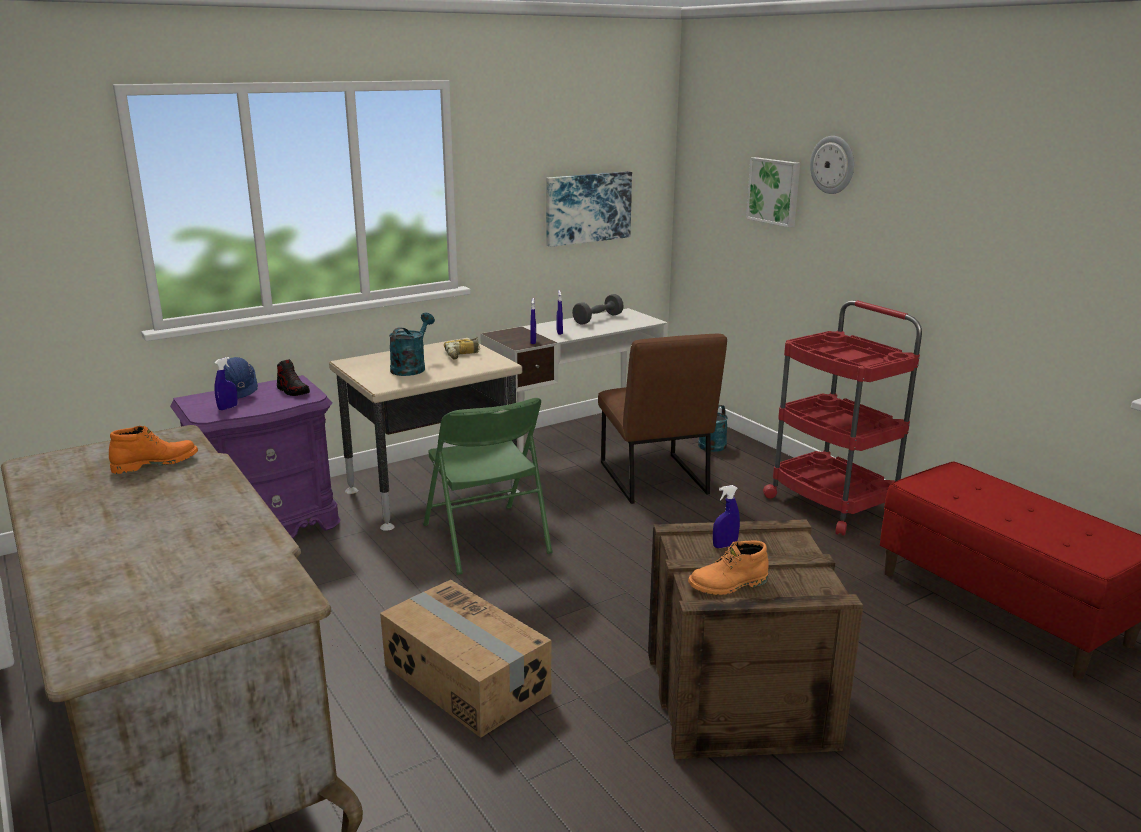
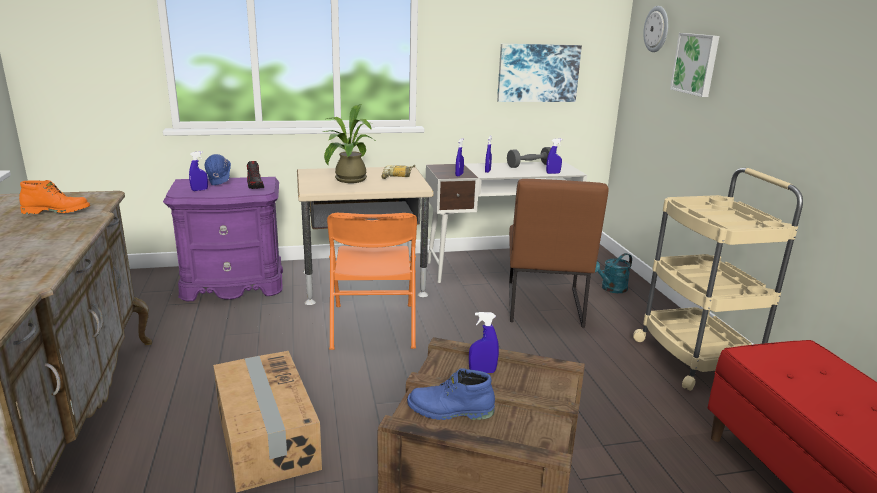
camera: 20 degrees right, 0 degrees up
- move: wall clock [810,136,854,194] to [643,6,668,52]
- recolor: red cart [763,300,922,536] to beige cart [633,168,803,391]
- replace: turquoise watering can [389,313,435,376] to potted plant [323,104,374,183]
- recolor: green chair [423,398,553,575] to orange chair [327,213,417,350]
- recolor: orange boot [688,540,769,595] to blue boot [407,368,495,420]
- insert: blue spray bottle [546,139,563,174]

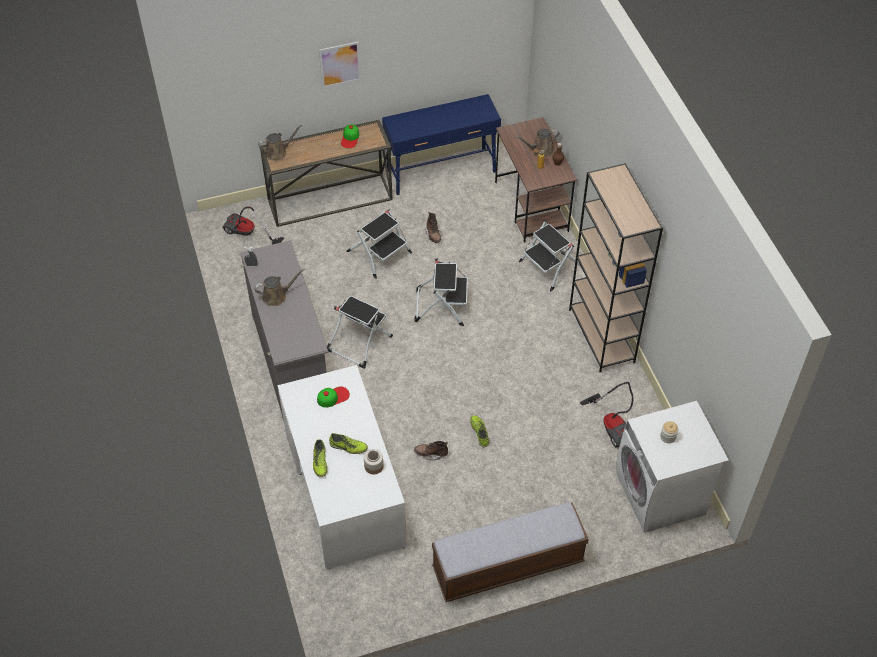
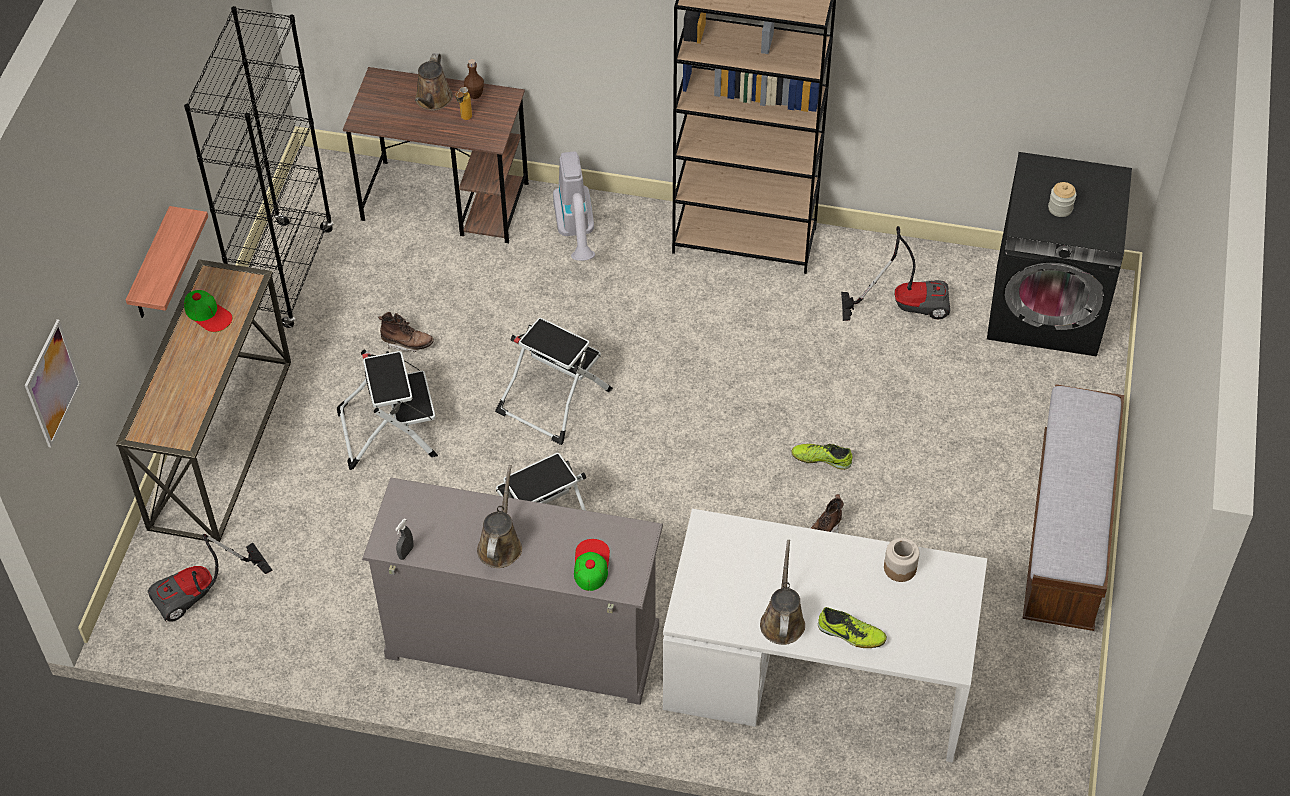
camera: 60 degrees left, 0 degrees up
- move: picture [319,41,361,88] to [25,319,82,447]
- replace: blue console table [382,94,501,195] to black bookcase [184,6,334,328]
- move: brown watering can [258,125,302,161] to [760,540,805,645]
- replace: step ladder [519,221,580,291] to vacuum cleaner [553,151,595,261]
- move: cap [317,386,350,407] to [574,539,610,591]
- recolor: white washing machine [616,401,729,533] to black washing machine [987,152,1132,356]
- delete: shoe [329,433,368,454]
- insert: shelf [126,206,208,318]

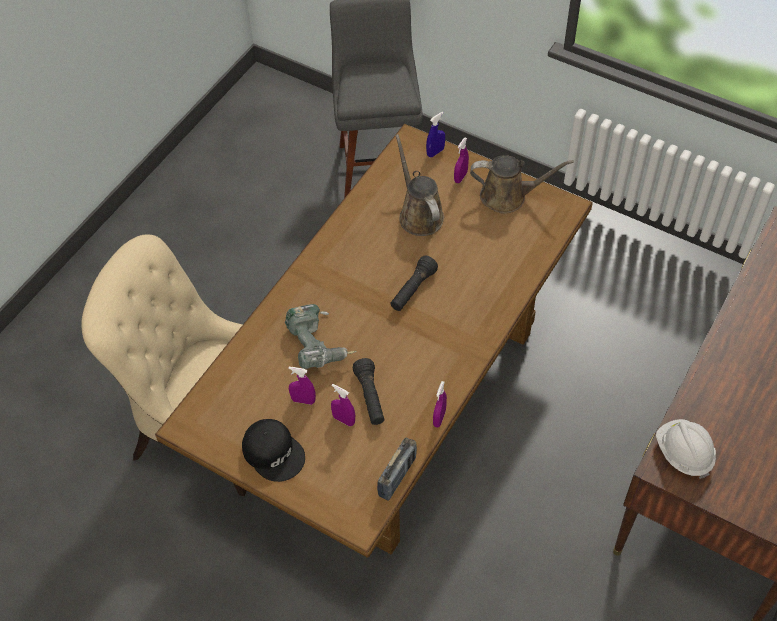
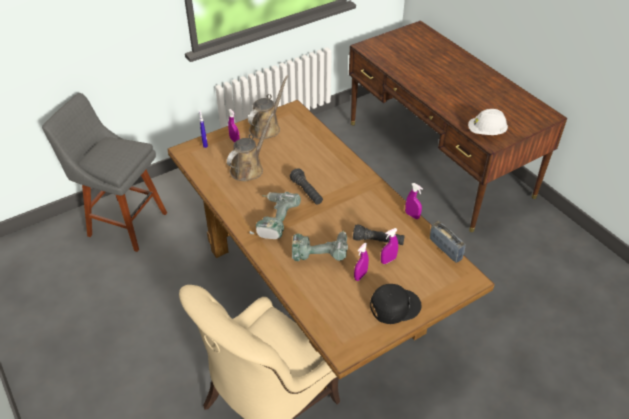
camera: 65 degrees left, 10 degrees down
- rotate: brown watering can [395,134,444,236] = [227,113,274,182] 120 degrees clockwise
- insert: power drill [250,192,301,239]

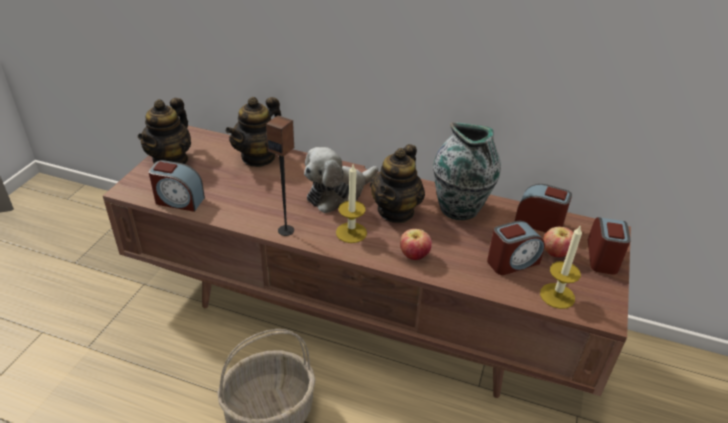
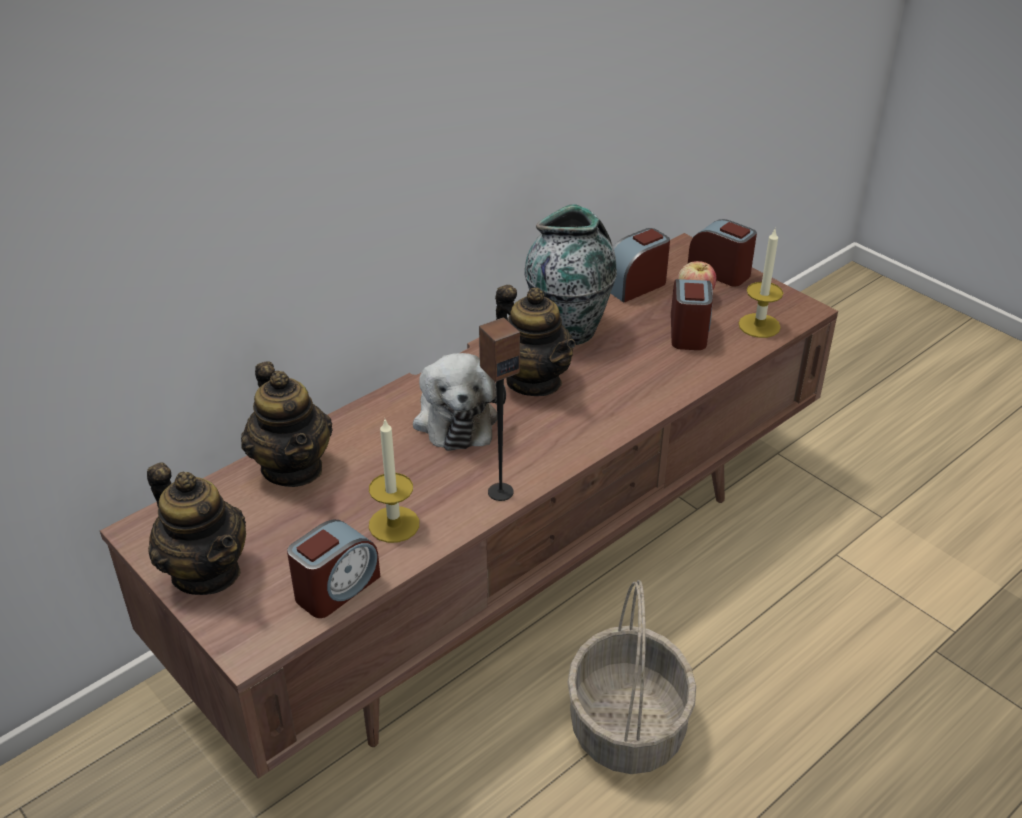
camera: 60 degrees left, 0 degrees up
- move: candle [336,165,367,243] to [369,420,419,543]
- delete: apple [400,229,432,260]

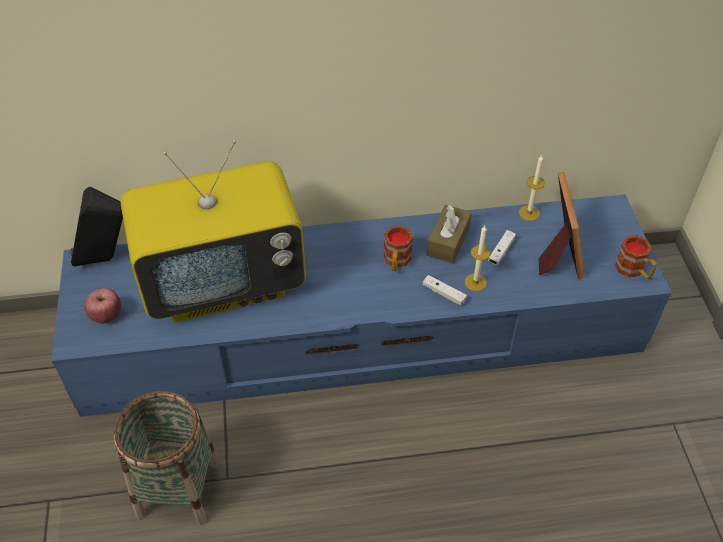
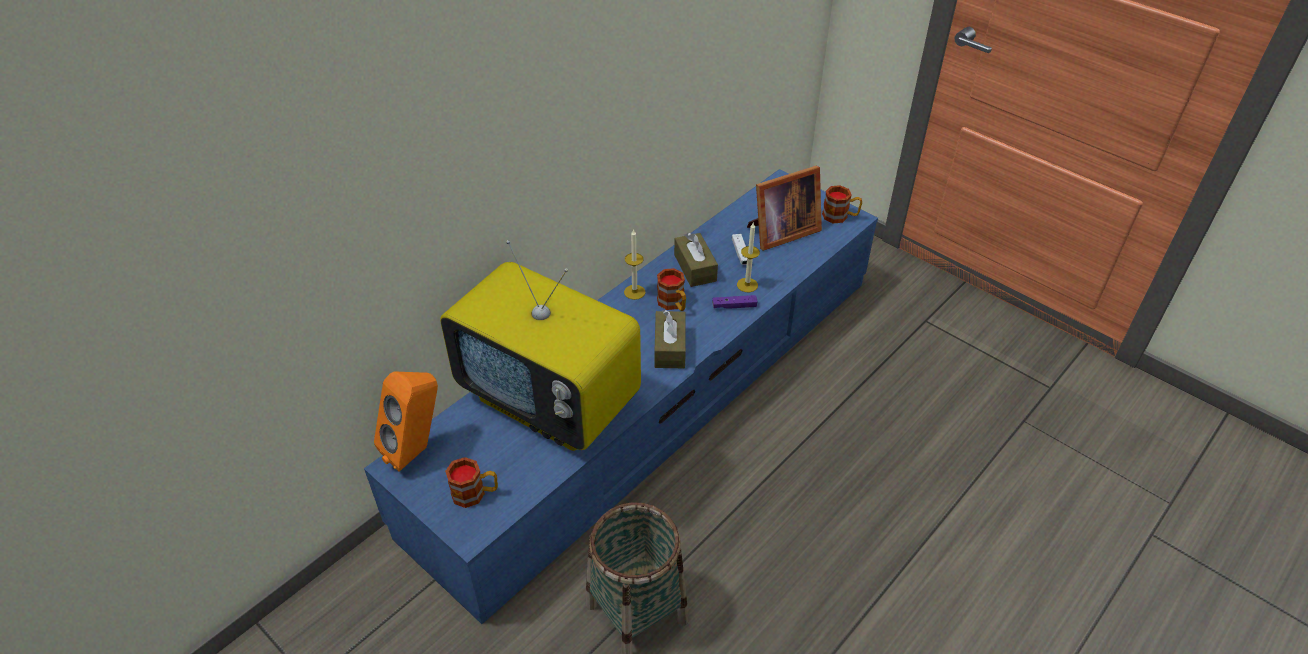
camera: 40 degrees left, 5 degrees down
- rotate: television [121,140,306,322] = [440,240,641,451] 90 degrees clockwise
- move: candle [519,155,545,221] to [624,229,646,300]
- rotate: picture frame [539,172,585,279] = [747,165,822,251] 105 degrees clockwise
- recolor: black speaker [71,187,123,266] to orange speaker [374,371,438,472]
- recolor: white game controller [423,275,467,306] to purple game controller [712,295,758,309]
- replace: apple [84,288,121,324] to mug [445,457,498,508]
- insert: brown tissue box [655,310,686,368]

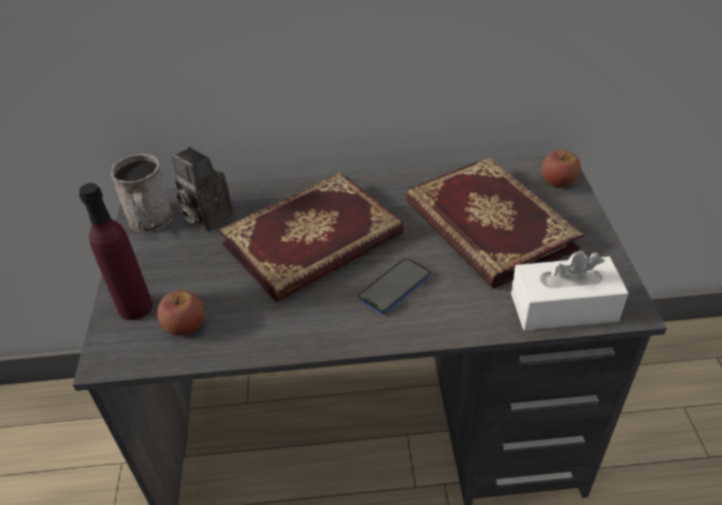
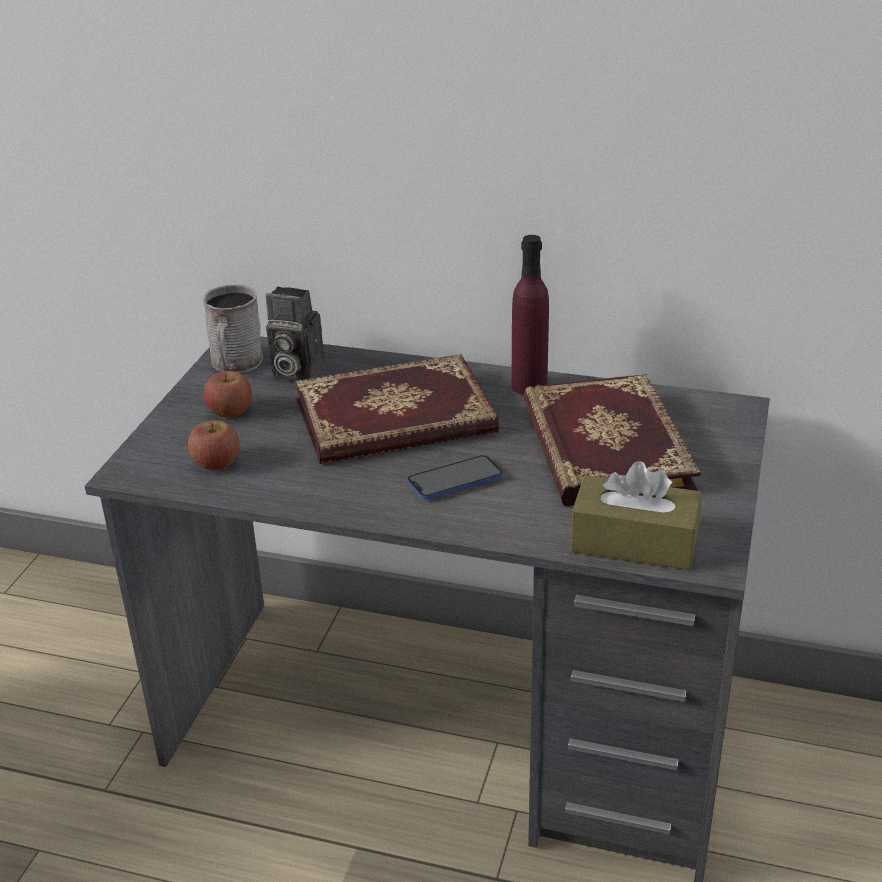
camera: 20 degrees right, 10 degrees down
- rotate: photo camera [171,147,234,232] = [266,287,325,381] 45 degrees counterclockwise
- move: apple [541,150,581,188] to [204,371,252,418]
- move: purple bottle [79,183,153,320] to [512,235,549,395]
- recolor: white tissue box [511,250,628,331] to brown tissue box [571,461,702,570]

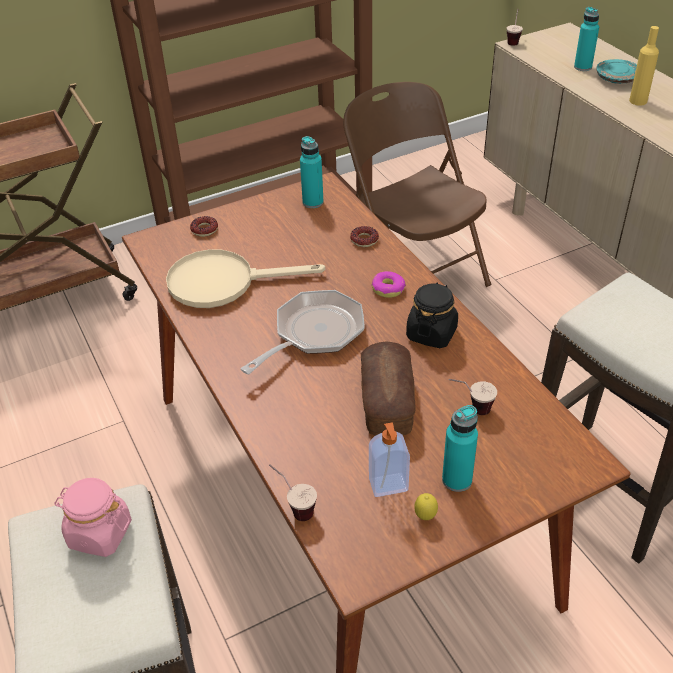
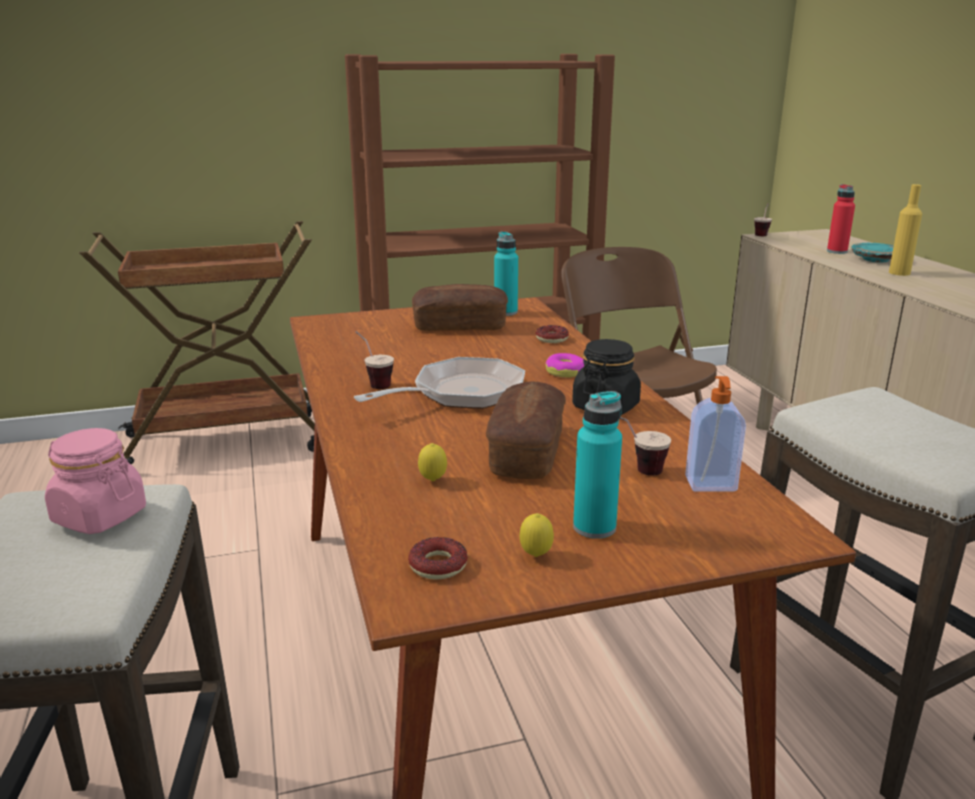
camera: 10 degrees right, 20 degrees down
- recolor: turquoise bottle [574,7,599,71] to red bottle [827,184,855,254]
- move: donut [190,216,218,237] to [408,537,468,580]
- delete: beige frying pan [166,249,325,308]
- move: soap dispenser [369,422,410,497] to [685,376,746,491]
- move: cup [269,465,317,521] to [356,331,394,389]
- insert: bread [412,284,508,331]
- insert: lemon [418,443,447,481]

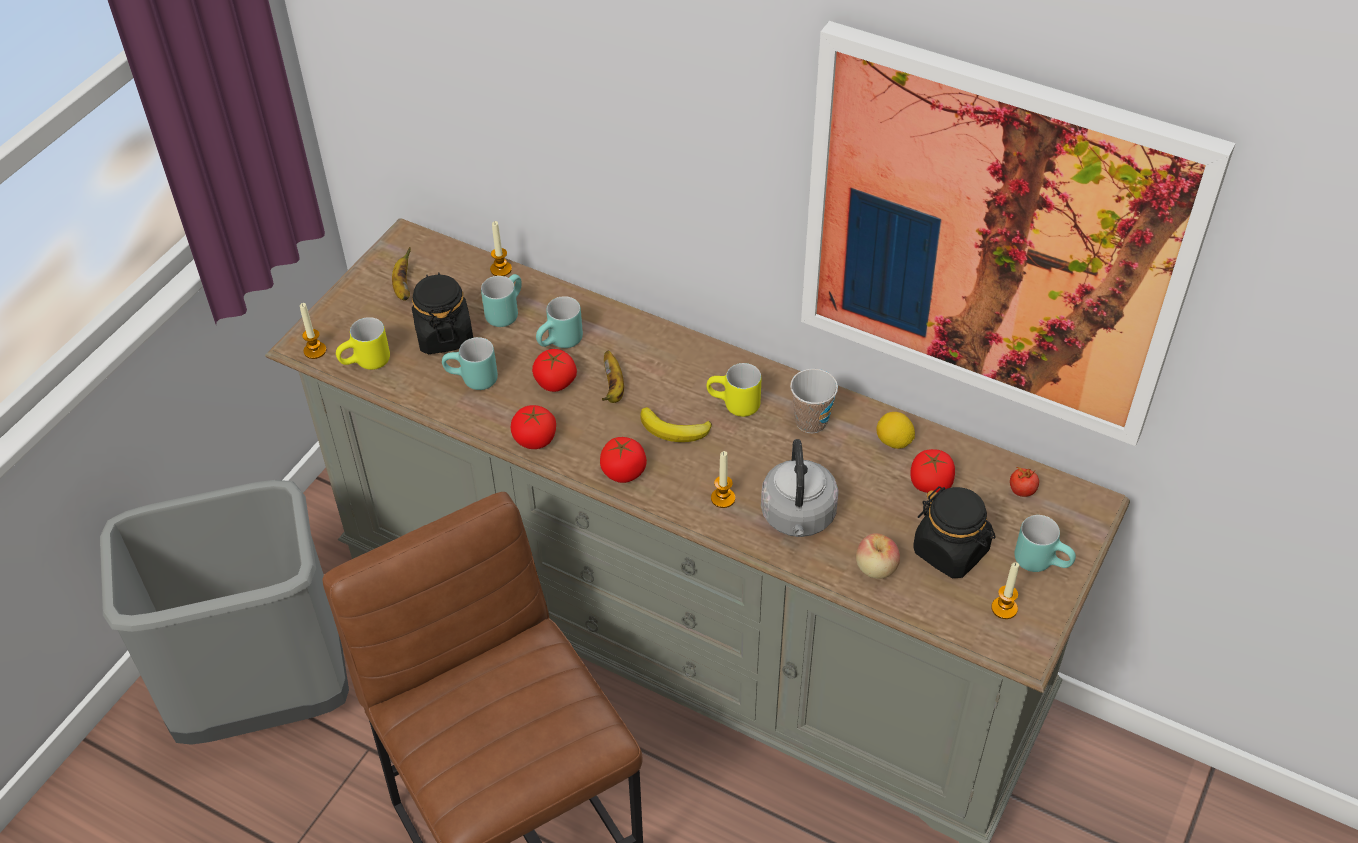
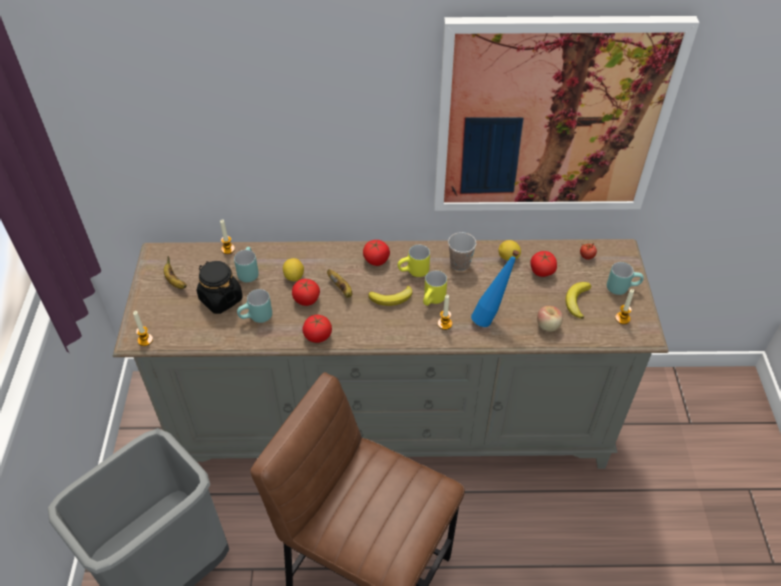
camera: 30 degrees left, 0 degrees up
- replace: turquoise mug [536,296,583,348] to lemon [283,258,304,281]
- move: yellow mug [336,317,390,370] to [423,271,447,306]
- move: tomato [600,437,647,483] to [363,240,390,266]
- replace: grey kettle [761,439,839,537] to blue bottle [471,250,519,327]
- replace: black jar [913,486,996,578] to banana [565,282,591,319]

